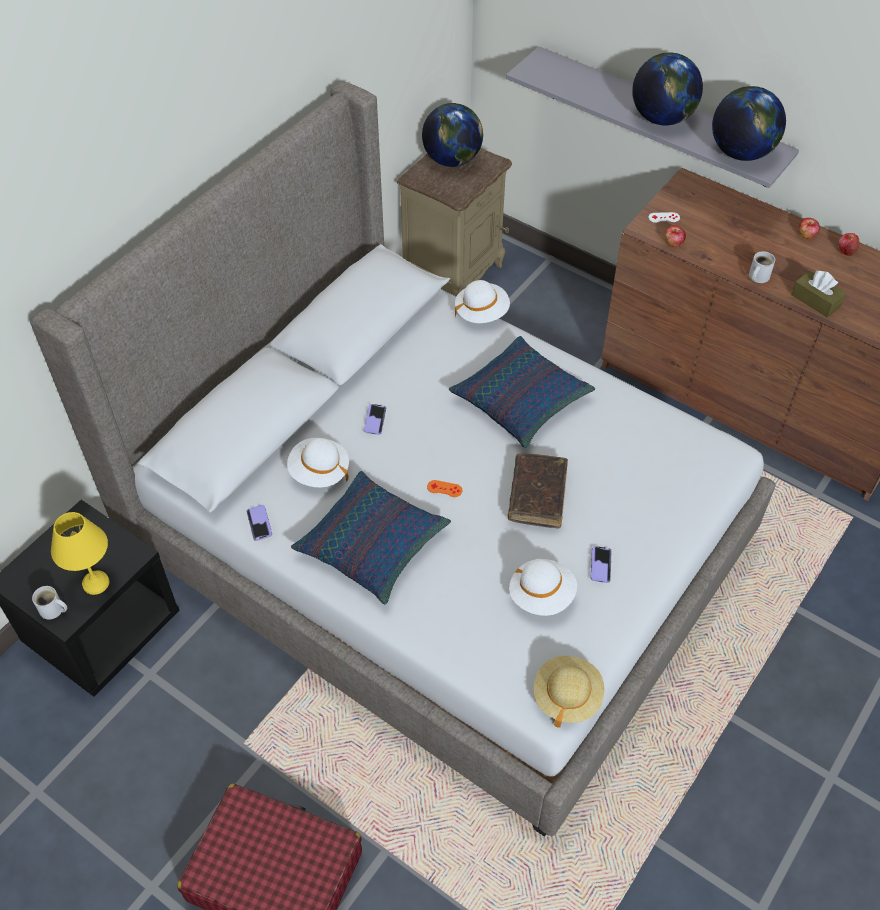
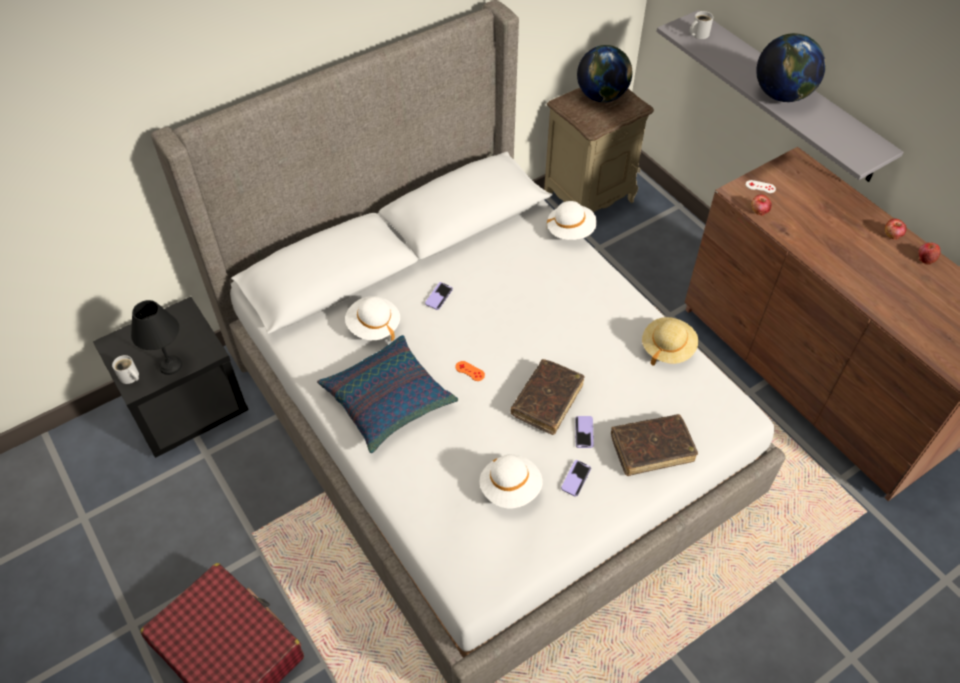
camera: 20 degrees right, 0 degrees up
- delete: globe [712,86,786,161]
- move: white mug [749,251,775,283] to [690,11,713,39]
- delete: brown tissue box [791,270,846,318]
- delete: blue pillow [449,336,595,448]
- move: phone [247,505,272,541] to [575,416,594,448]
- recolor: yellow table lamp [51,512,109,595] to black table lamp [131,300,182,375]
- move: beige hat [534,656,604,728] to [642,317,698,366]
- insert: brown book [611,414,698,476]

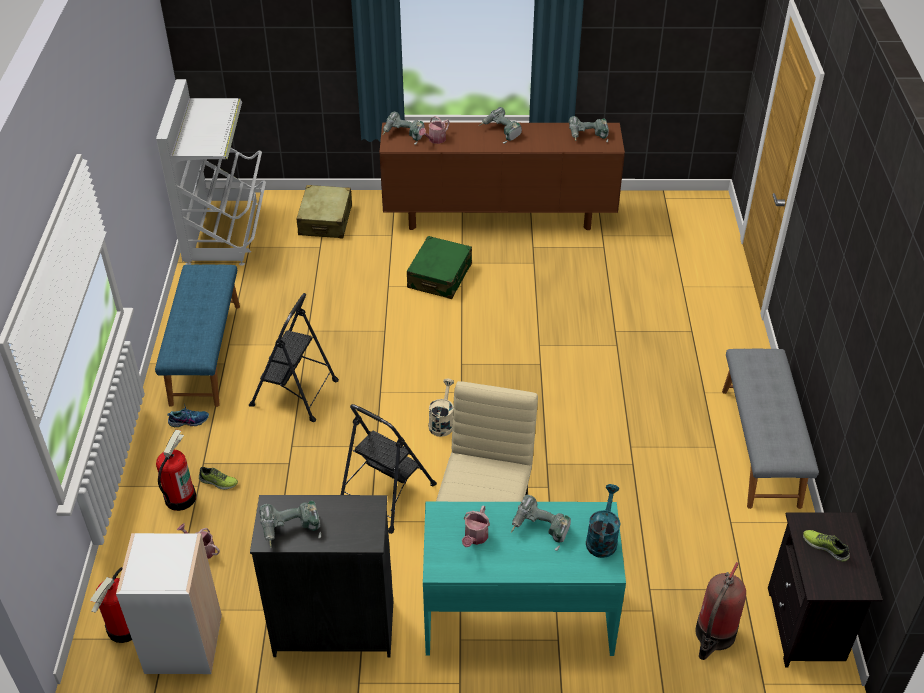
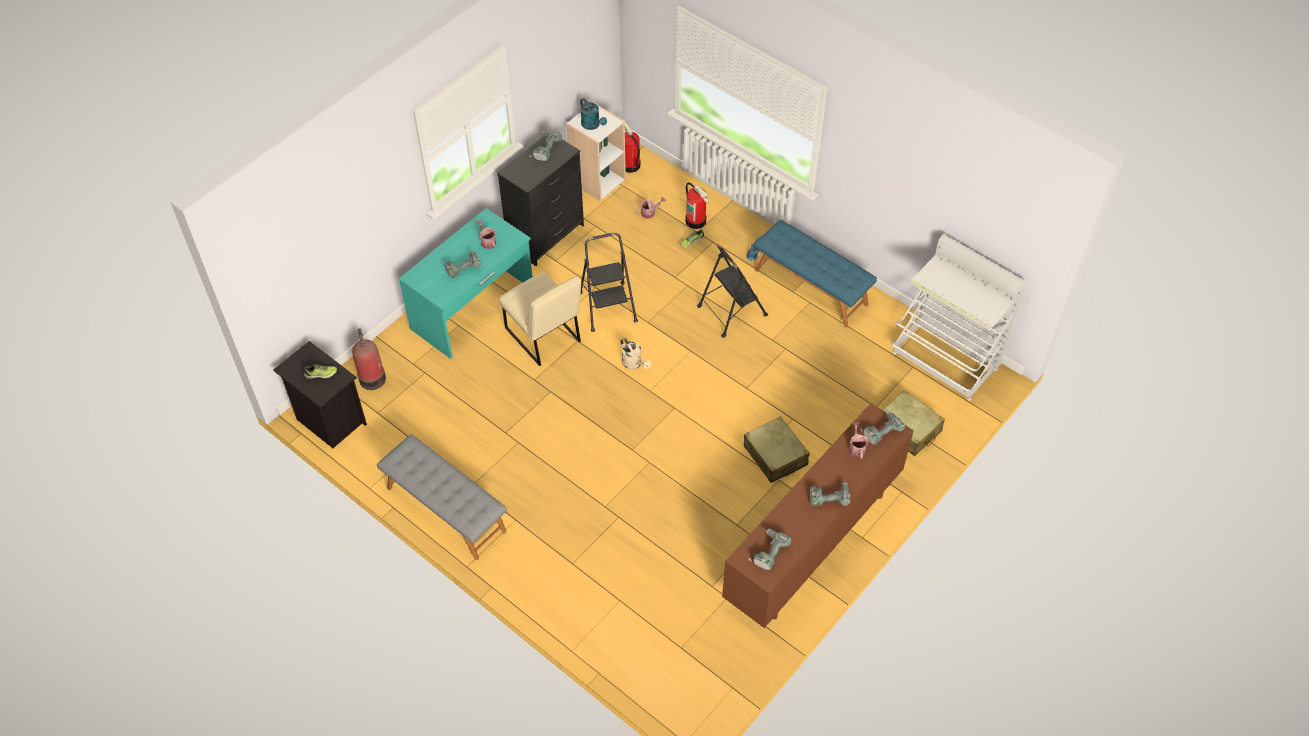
camera: 130 degrees right, 10 degrees up
- recolor: green suitcase [407,236,472,299] to beige suitcase [744,416,809,483]
- move: turquoise watering can [586,484,620,558] to [580,98,607,130]

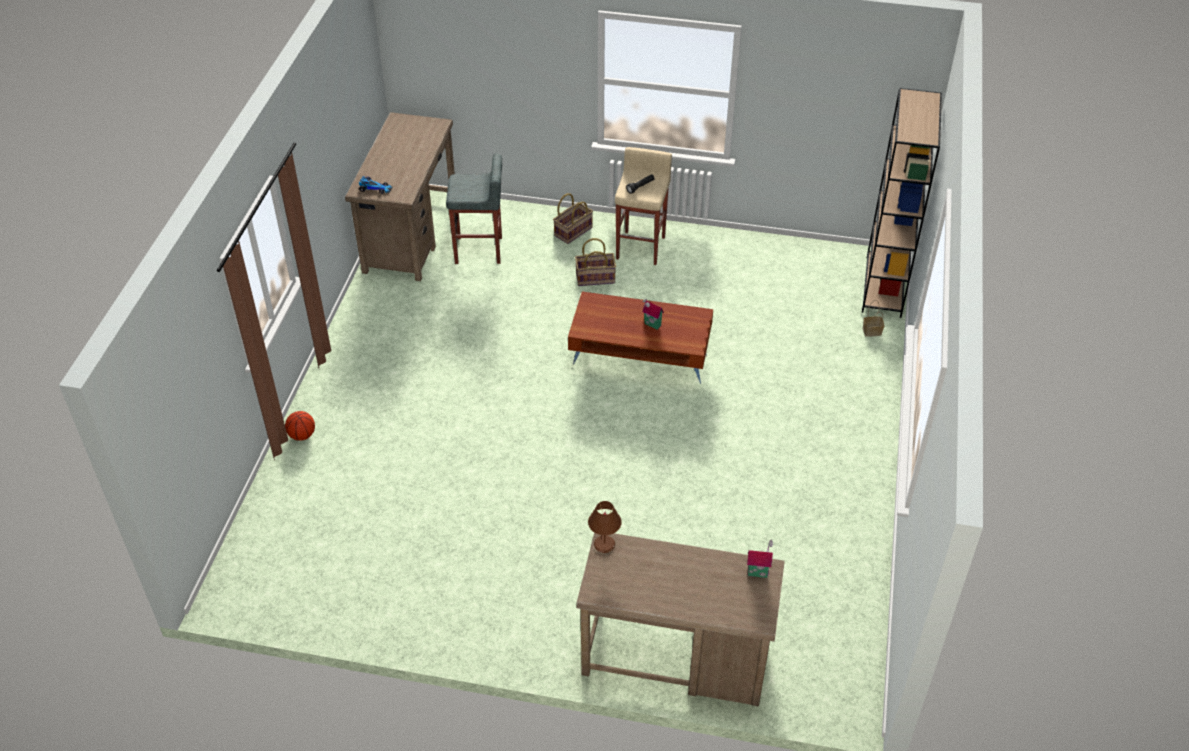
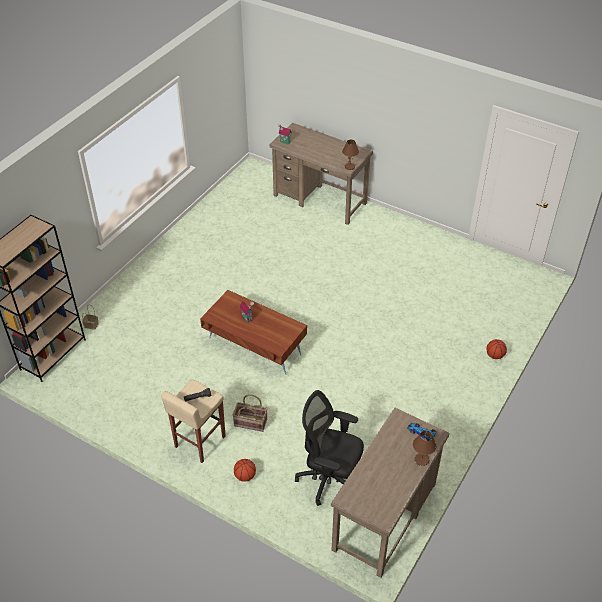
camera: 160 degrees left, 0 degrees up
- replace: grey stool [446,154,502,264] to black office chair [295,390,364,506]
- replace: basket [553,193,593,244] to basketball [234,459,256,482]
- insert: brown table lamp [413,431,436,466]

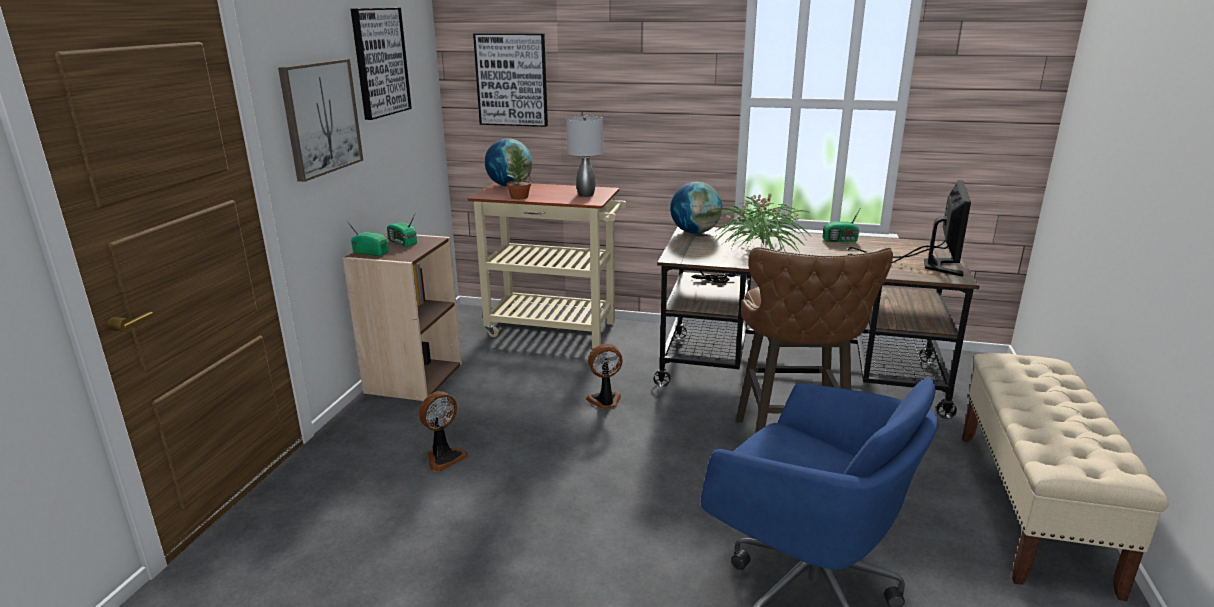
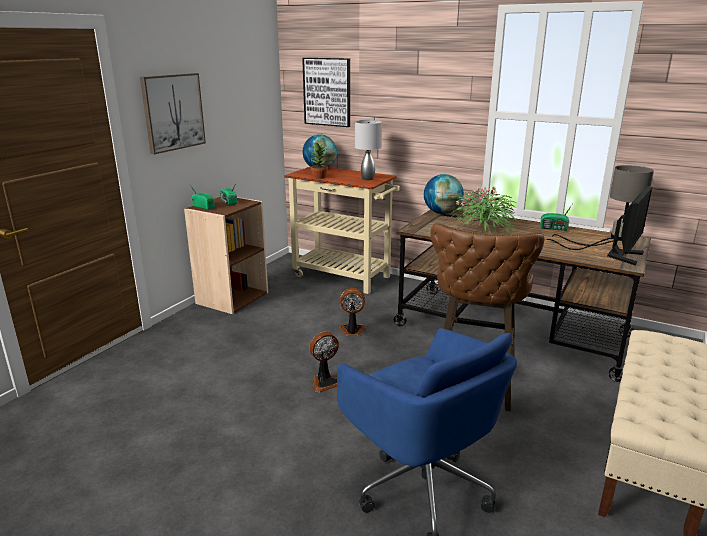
camera: 15 degrees right, 0 degrees up
- delete: picture [351,8,412,120]
- move: fan [419,391,468,472] to [309,332,339,393]
- insert: grey table lamp [610,165,654,241]

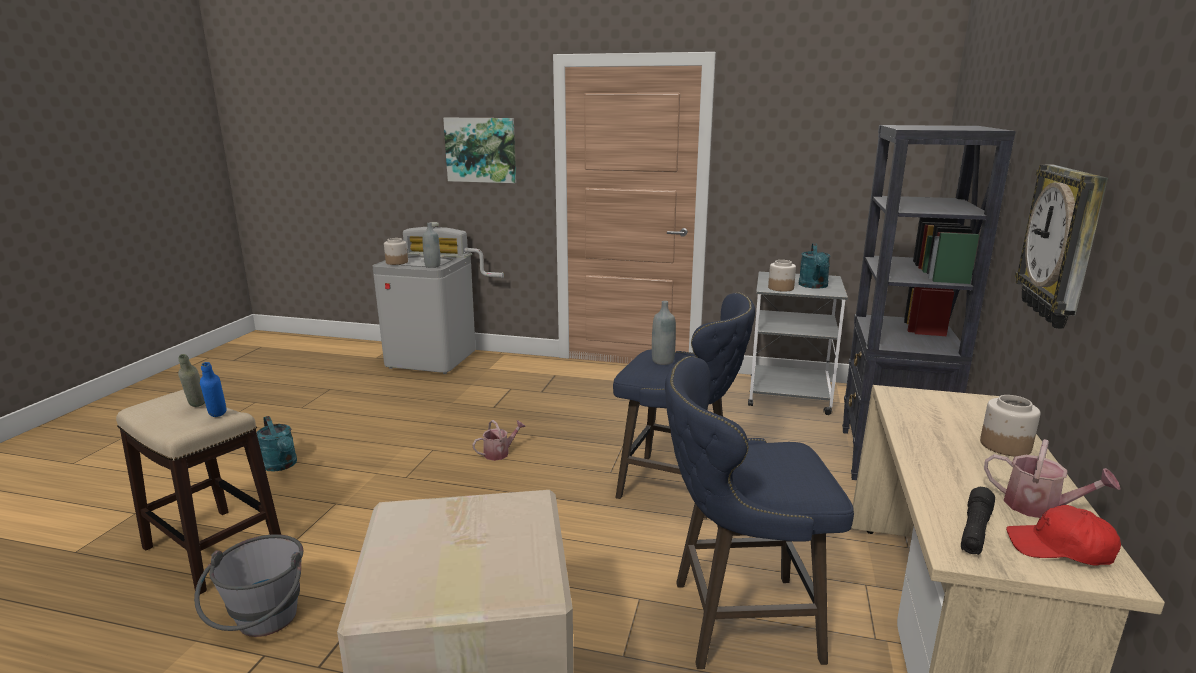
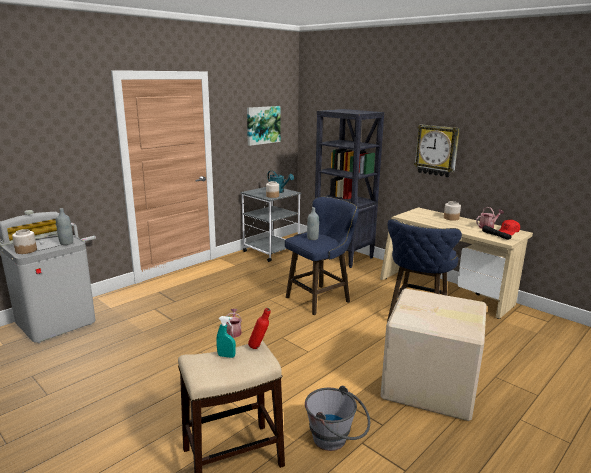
camera: 60 degrees left, 0 degrees up
- move: picture [443,118,516,183] to [247,106,280,146]
- replace: grey bottle [178,354,205,407] to turquoise spray bottle [216,316,236,358]
- recolor: blue bottle [200,362,227,417] to red bottle [248,308,271,349]
- delete: turquoise watering can [257,416,297,472]

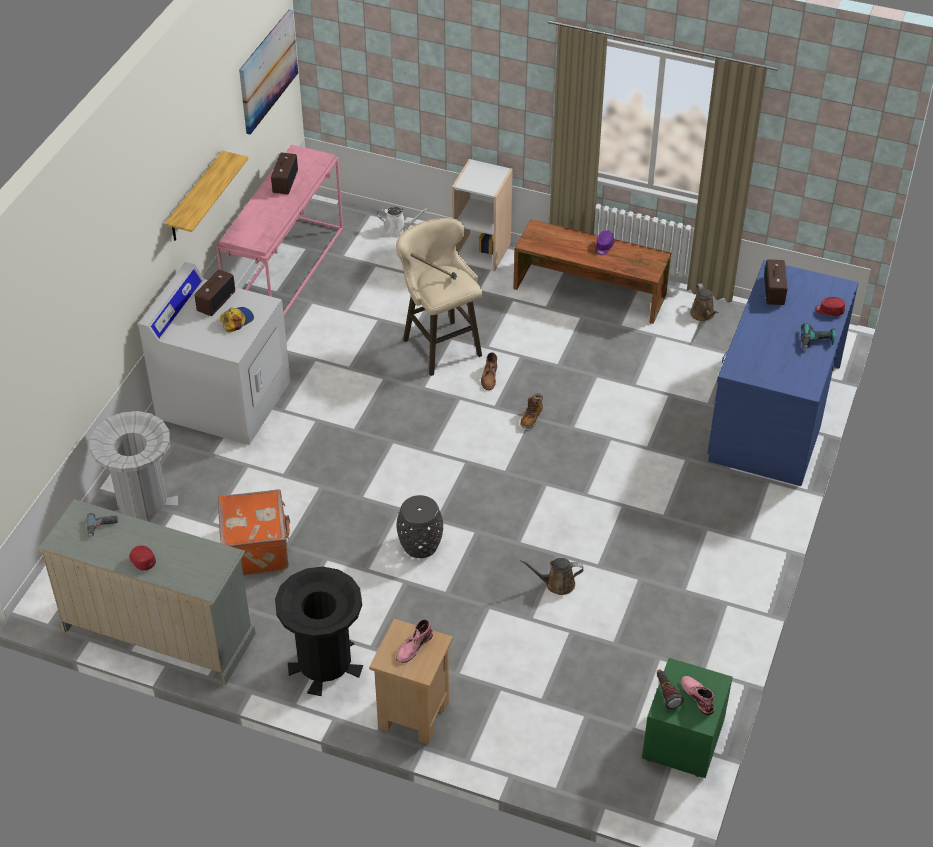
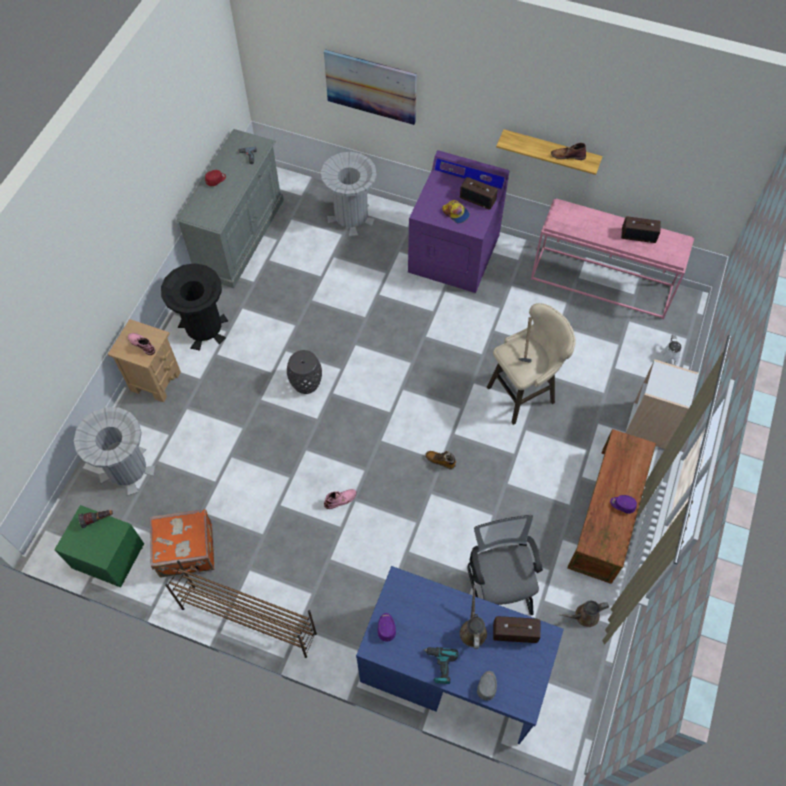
camera: 90 degrees right, 15 degrees up
- move: picture [239,9,298,135] to [324,49,417,125]
- recolor: white washing machine [138,262,290,445] to purple washing machine [408,150,510,293]
- recolor: red cap [815,297,845,316] to grey cap [477,671,497,701]
- move: brown boot [481,352,497,390] to [551,143,586,160]
- move: orange suitcase [218,489,290,575] to [150,509,215,578]
- move: brown watering can [520,558,583,595] to [460,585,487,649]
- move: pink boot [681,676,714,715] to [324,489,357,509]
- insert: grey trash can [74,407,155,496]
- insert: chair [468,515,543,615]
- insert: brown shoe rack [165,560,317,658]
- insert: purple cap [378,613,396,641]

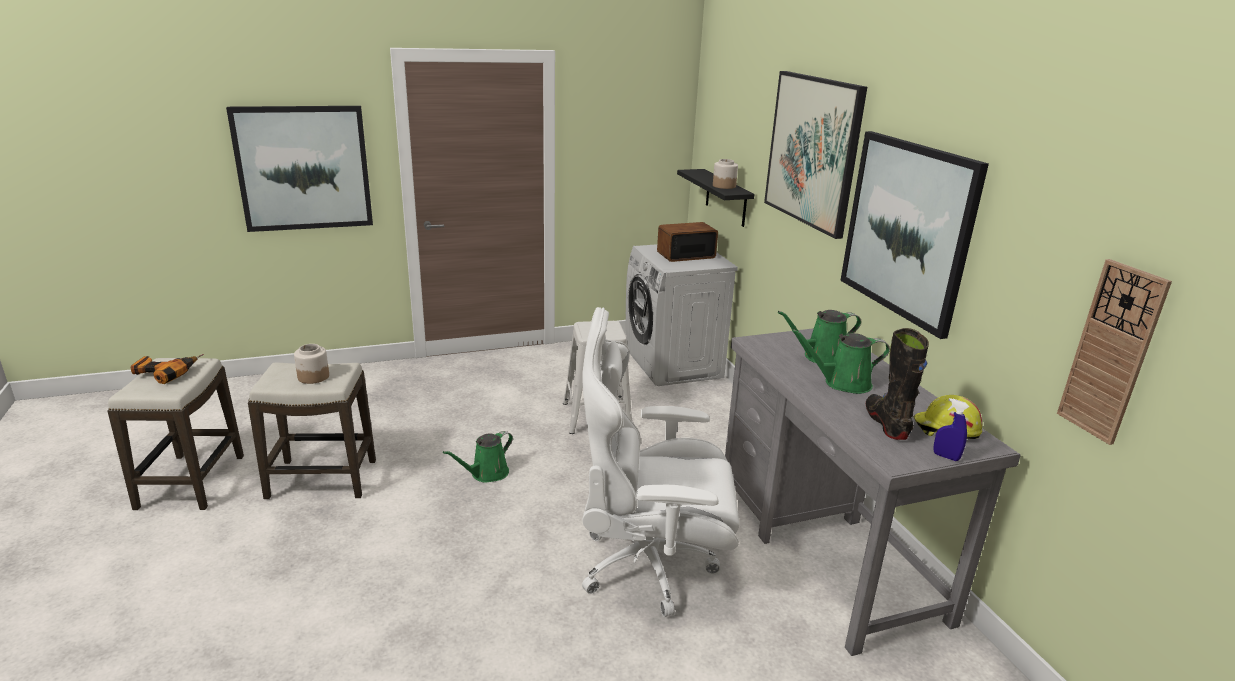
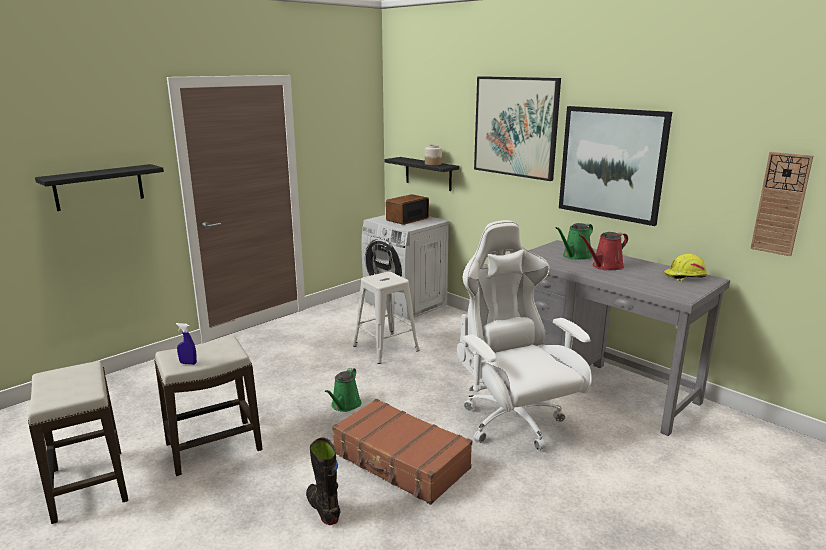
camera: 25 degrees left, 5 degrees down
- replace: picture [226,106,373,232] to black shelf [35,164,164,211]
- rotate: white office chair [582,307,739,617] = [457,220,592,451] 90 degrees clockwise
- move: black boot [866,328,929,440] to [306,437,340,525]
- recolor: green watering can [792,329,890,394] to red watering can [579,232,628,270]
- delete: jar [294,344,329,384]
- delete: power drill [131,354,204,384]
- move: blue spray bottle [933,398,969,461] to [176,323,197,365]
- insert: brown suitcase [332,399,472,505]

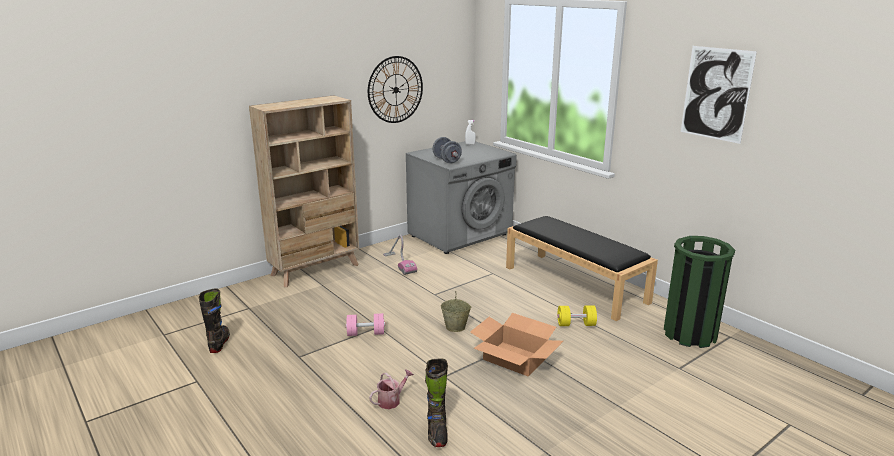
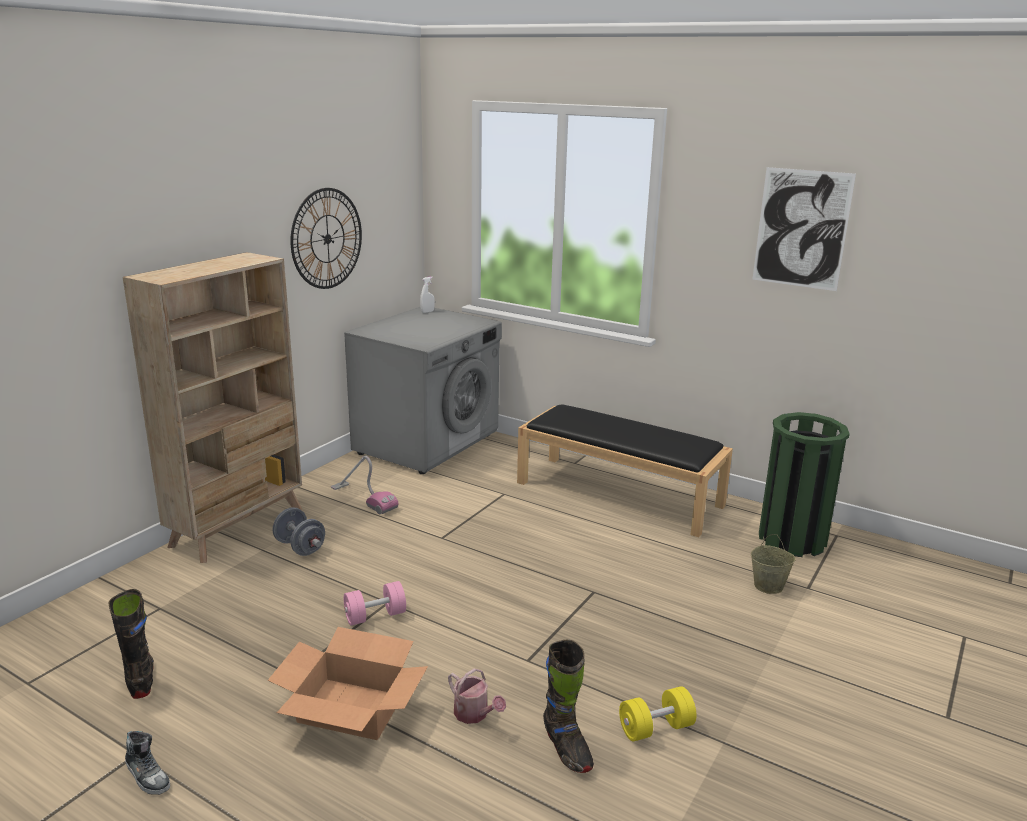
camera: 20 degrees left, 0 degrees up
- move: grey dumbbell [432,137,462,163] to [273,507,325,556]
- move: beige bucket [441,292,471,332] to [751,534,796,594]
- move: yellow dumbbell [558,305,597,326] to [619,686,696,741]
- move: cardboard box [470,313,563,376] to [268,627,428,740]
- rotate: watering can [369,369,414,409] = [448,668,506,724] 105 degrees clockwise
- insert: shoe [125,731,170,795]

